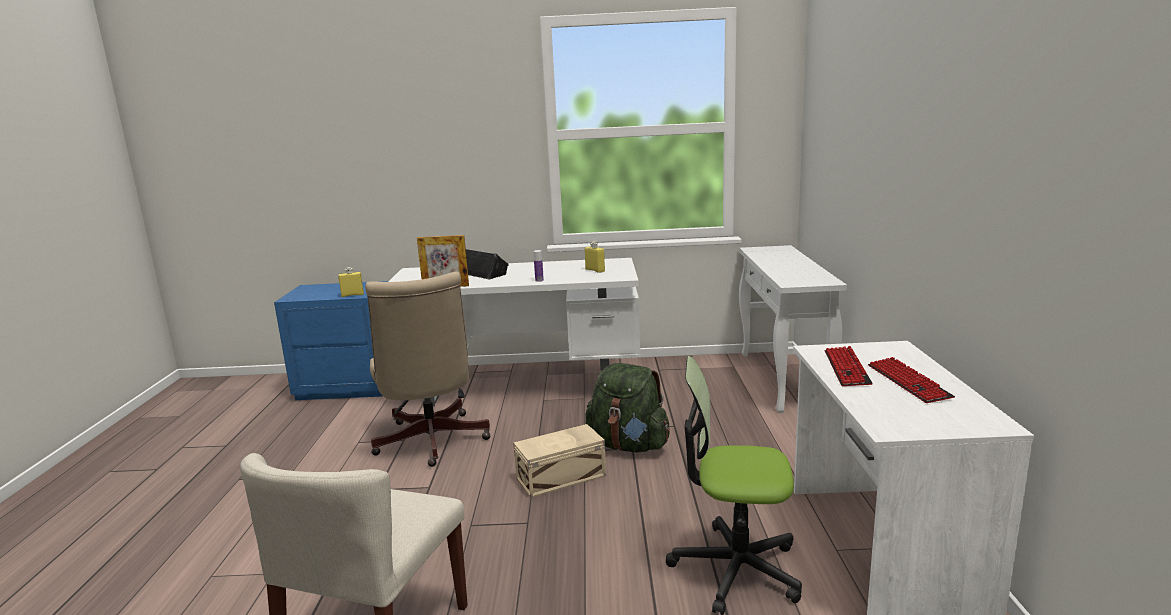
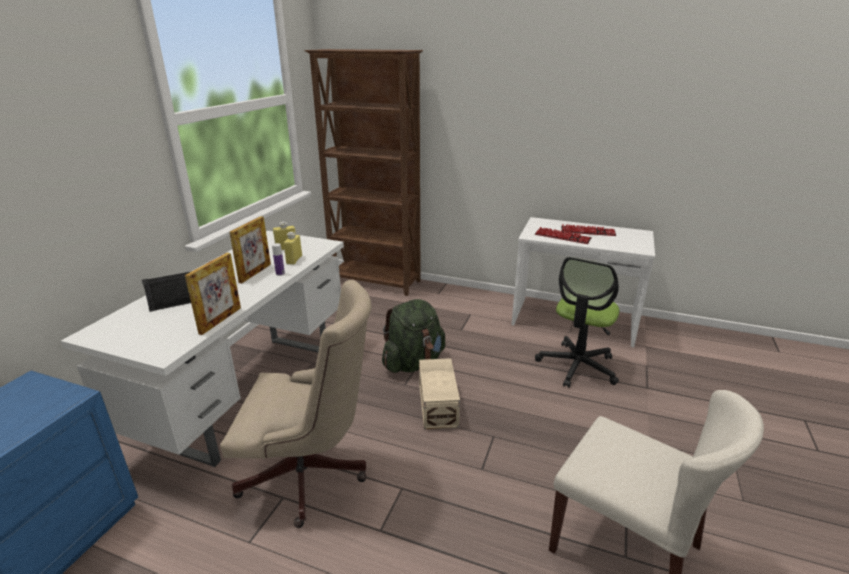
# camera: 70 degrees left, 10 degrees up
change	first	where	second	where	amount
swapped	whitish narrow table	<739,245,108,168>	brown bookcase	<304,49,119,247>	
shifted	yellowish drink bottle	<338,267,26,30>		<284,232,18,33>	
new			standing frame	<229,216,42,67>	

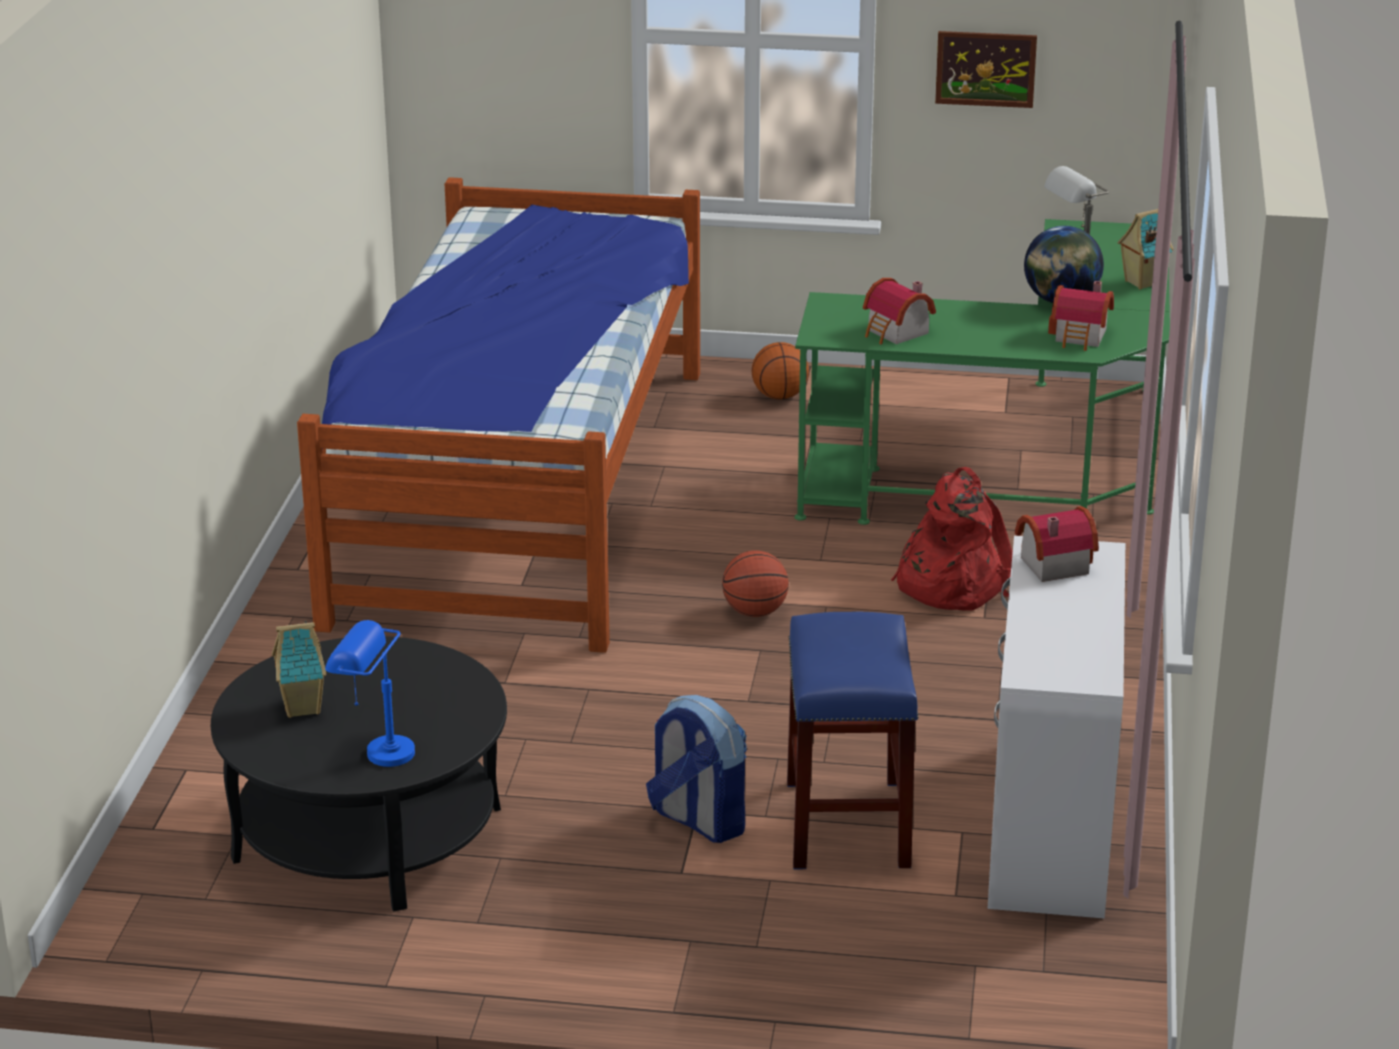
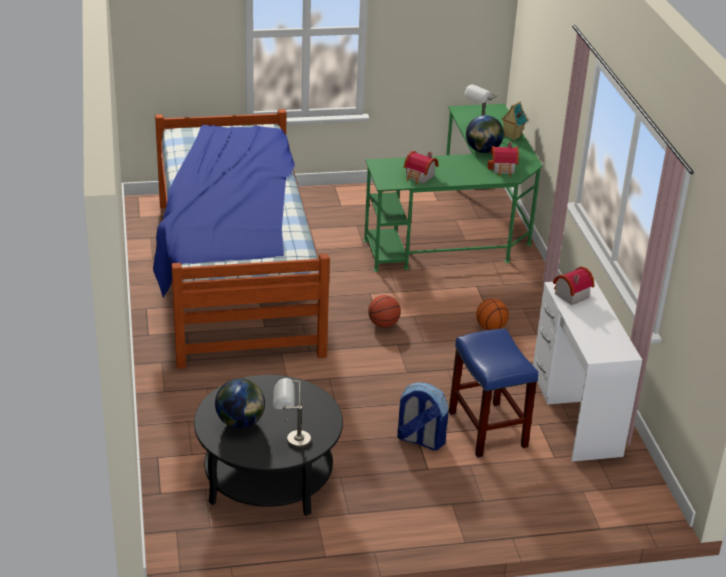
# camera: 20 degrees left, 5 degrees up
change	first	where	second	where	amount
gone	wall picture	<935,31,102,77>			
shifted	ball for basketball	<751,342,58,57>		<476,299,33,31>	
gone	red-coloured knapsack	<891,467,122,144>			
swapped	toy house	<272,620,54,98>	globe	<215,378,50,50>	
repainted	blue-coloured lamp for a table	<325,620,90,147>	greyish lamp for a table	<273,378,38,70>	

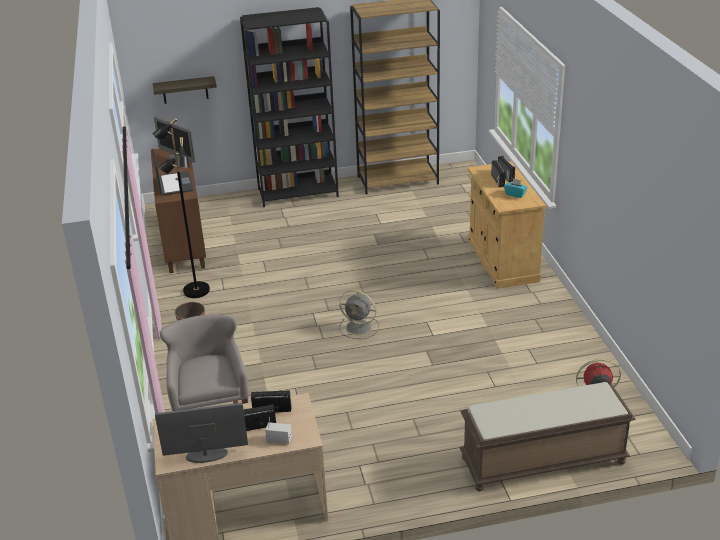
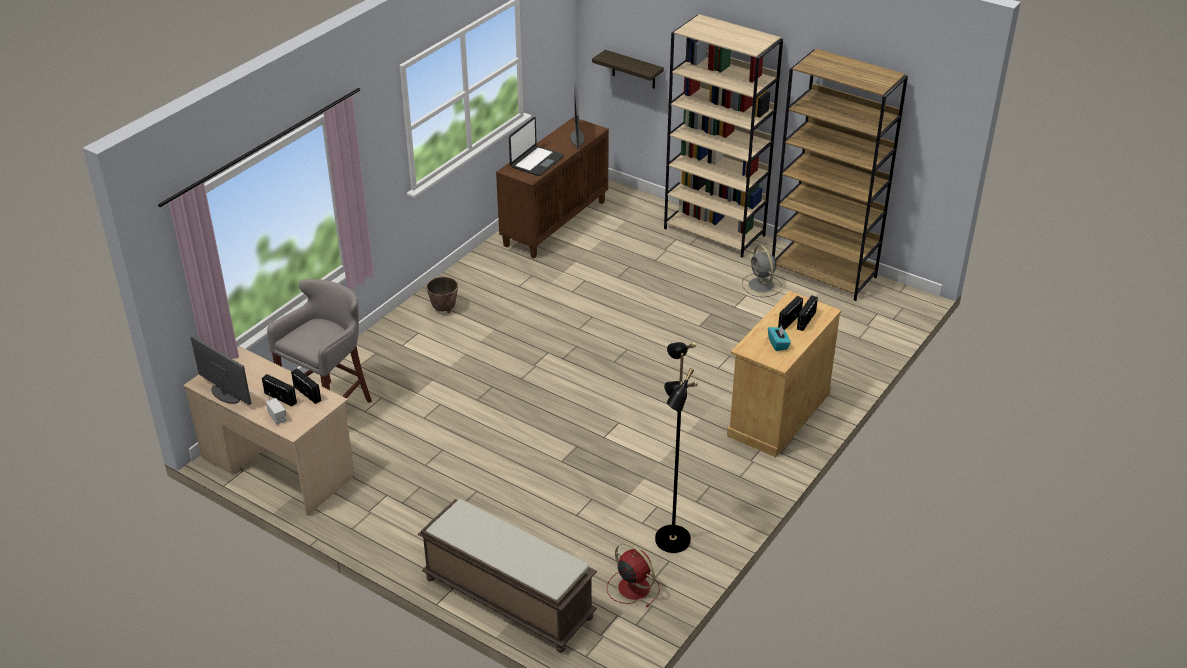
# camera: 45 degrees right, 5 degrees up
change	first	where	second	where	amount
repainted	black-coloured bookcase	<240,7,99,200>	beige-coloured bookcase	<664,14,119,244>	
shifted	black-coloured standing lamp	<153,117,57,181>		<655,342,43,211>	
shifted	greyish cooling fan	<339,290,40,49>		<742,245,41,52>	

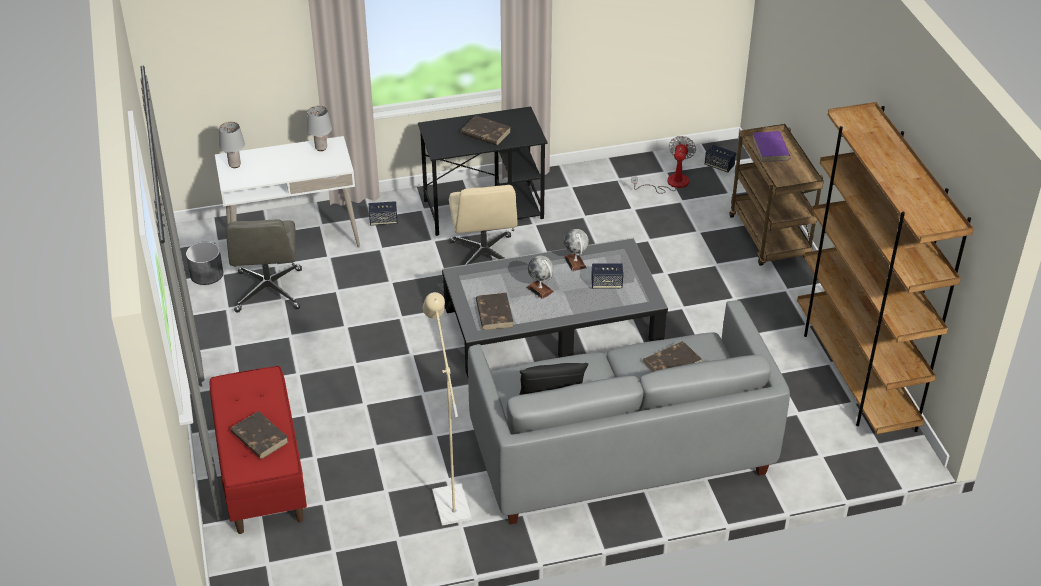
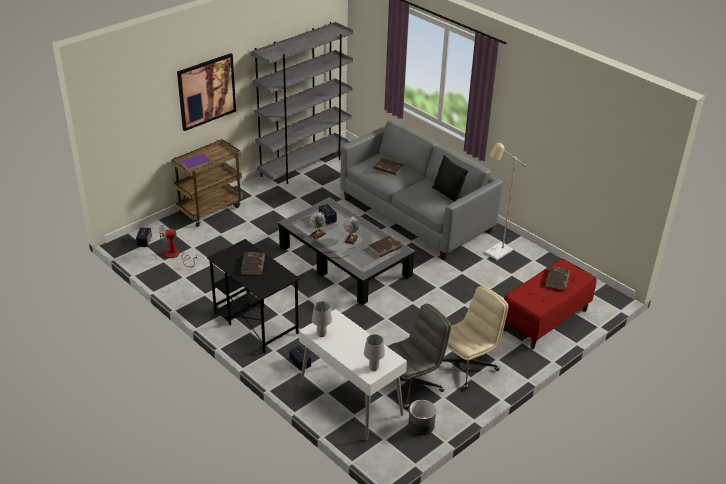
# camera: 120 degrees left, 5 degrees down
change	first	where	second	where	amount
repainted	brown bookcase	<797,102,177,332>	greyish bookcase	<251,22,103,162>	
shifted	beige-coloured desk chair	<449,185,68,80>		<443,286,65,103>	
new			wall picture	<177,53,59,78>	

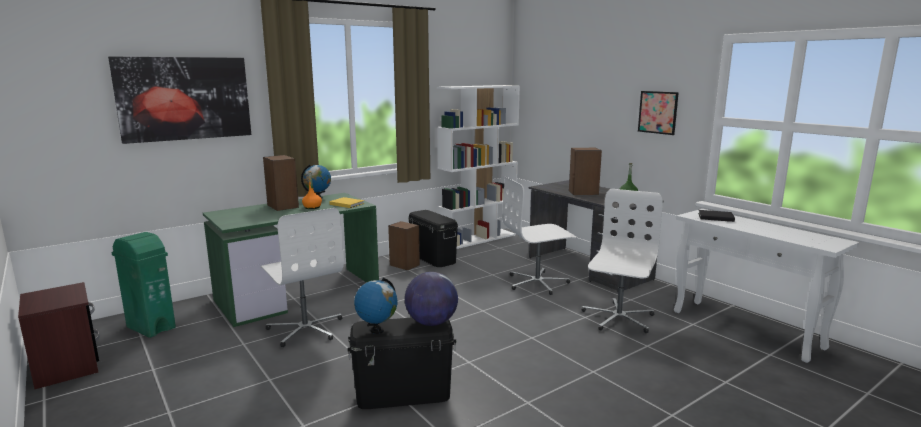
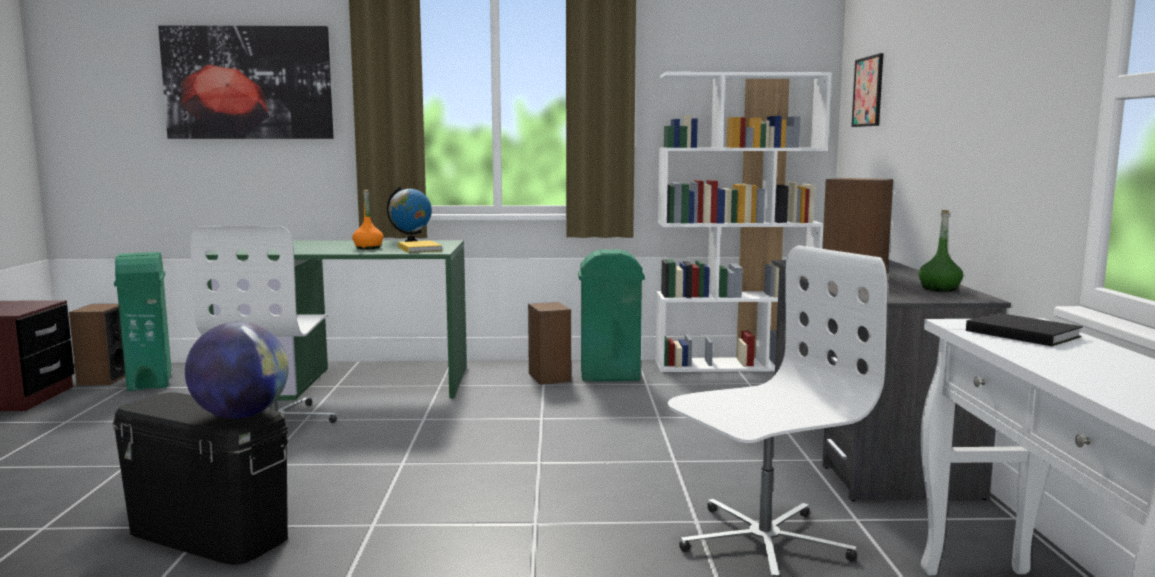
# camera: 35 degrees right, 5 degrees down
change	first	where	second	where	amount
shifted	wall picture	<638,91,41,44>		<851,53,32,74>	
shifted	loudspeaker	<263,155,36,56>		<69,304,56,81>	
gone	whitish desk chair	<502,176,75,119>			
swapped	black-coloured storage bin	<408,210,50,57>	green-coloured waste bin	<578,249,67,132>	
gone	globe	<354,277,43,57>			

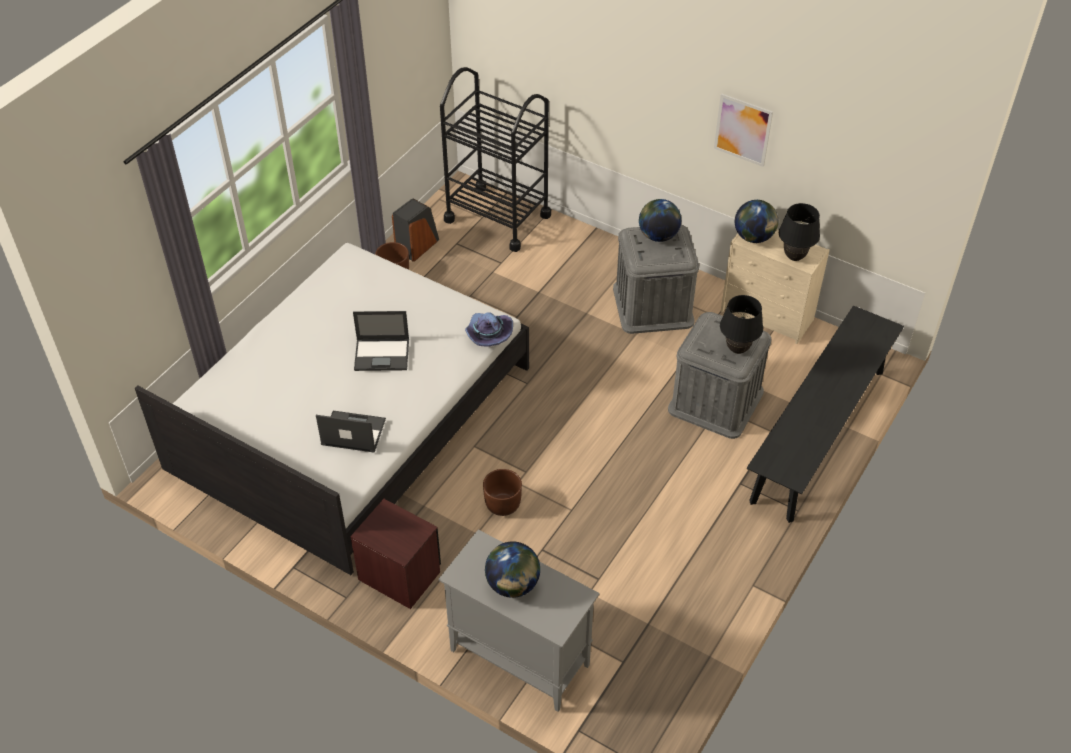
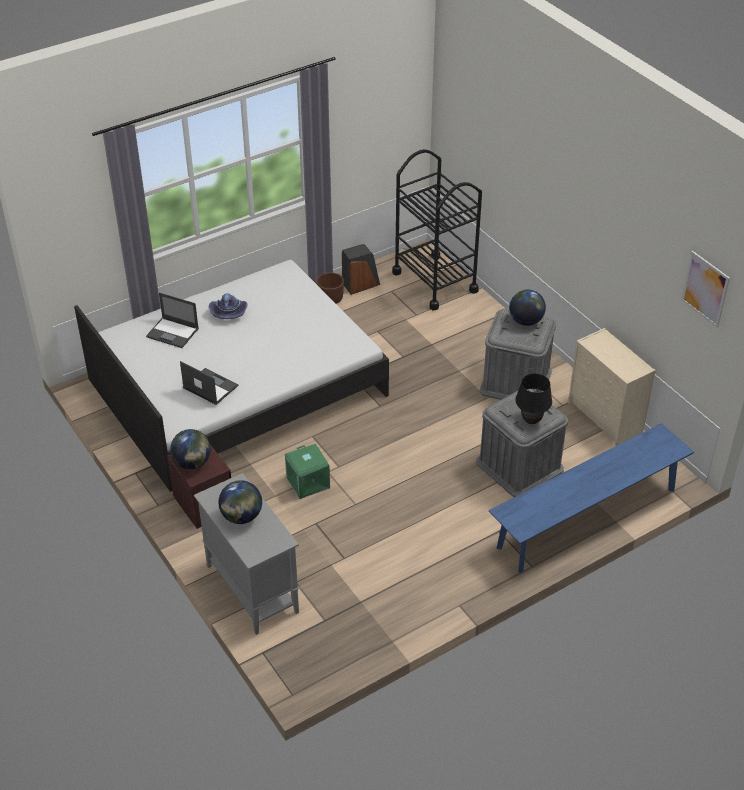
# camera: 25 degrees right, 5 degrees down
change	first	where	second	where	amount
shifted	wall picture	<714,93,59,74>		<681,251,49,77>	
shifted	globe	<735,200,43,43>		<170,429,41,40>	
gone	black-coloured lamp for a table	<779,203,41,58>			
repainted	black-coloured long seat	<747,306,157,217>	blue-coloured long seat	<489,423,205,150>	
shifted	portable computer	<353,311,56,60>		<146,293,53,55>	
shifted	purple hat	<465,312,48,35>		<209,293,38,26>	
swapped	brown flower pot	<483,469,39,47>	green-coloured storage bin	<285,444,45,55>	

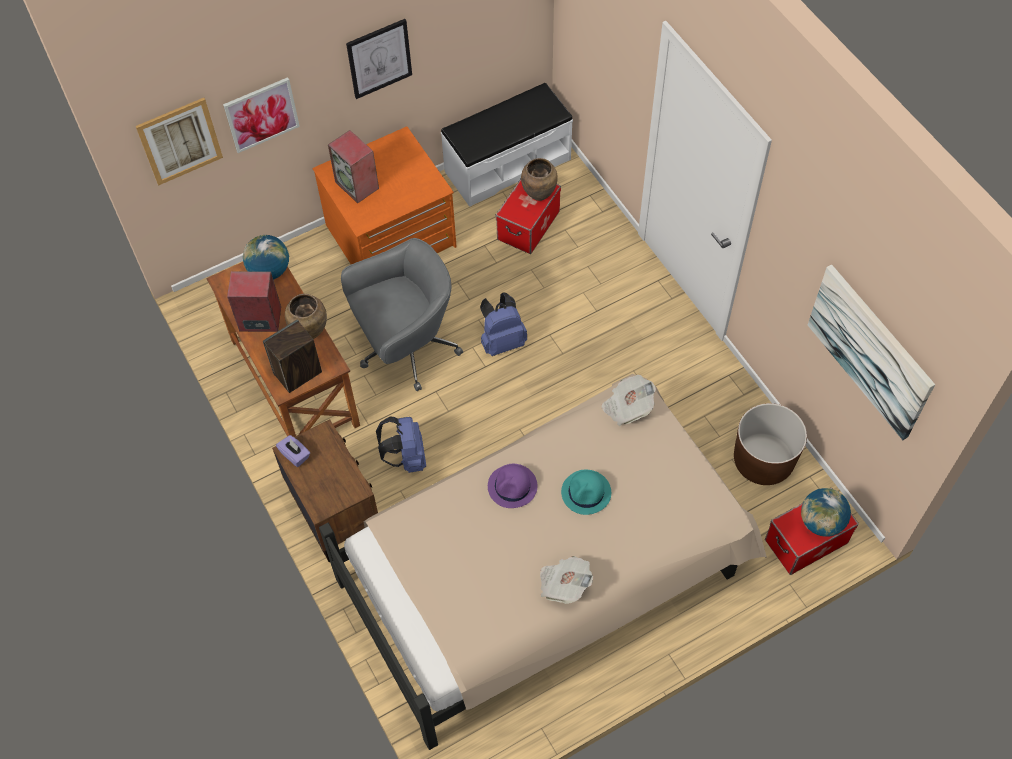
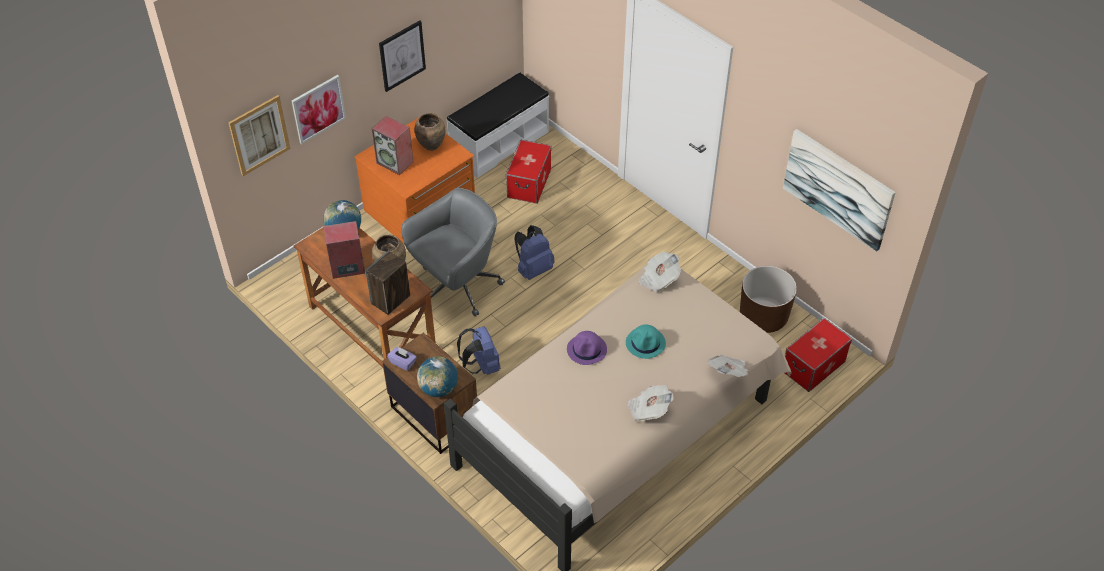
# camera: 15 degrees left, 10 degrees down
change	first	where	second	where	amount
shifted	brown vase	<521,158,37,43>		<415,113,30,38>	
shifted	globe	<801,488,50,49>		<417,356,41,41>	
new			daily paper	<708,355,40,22>	

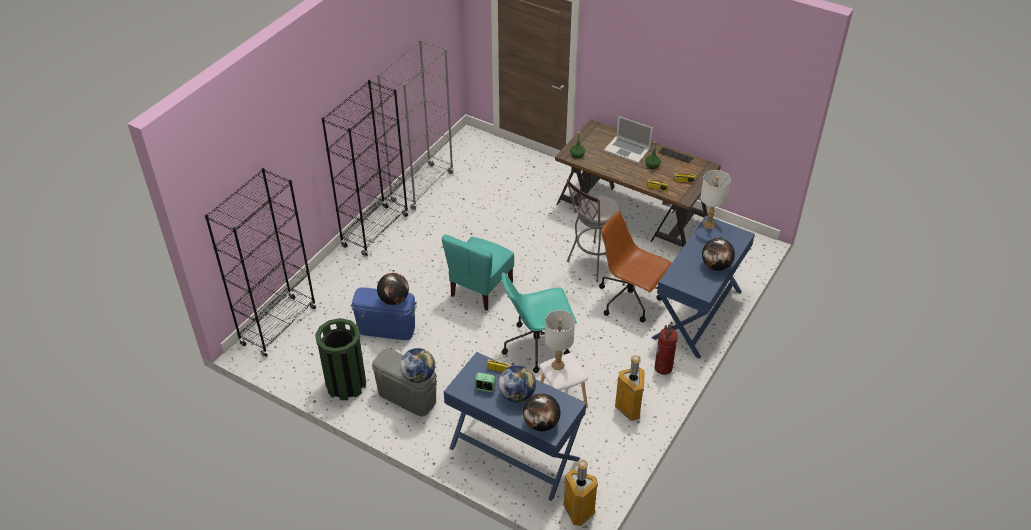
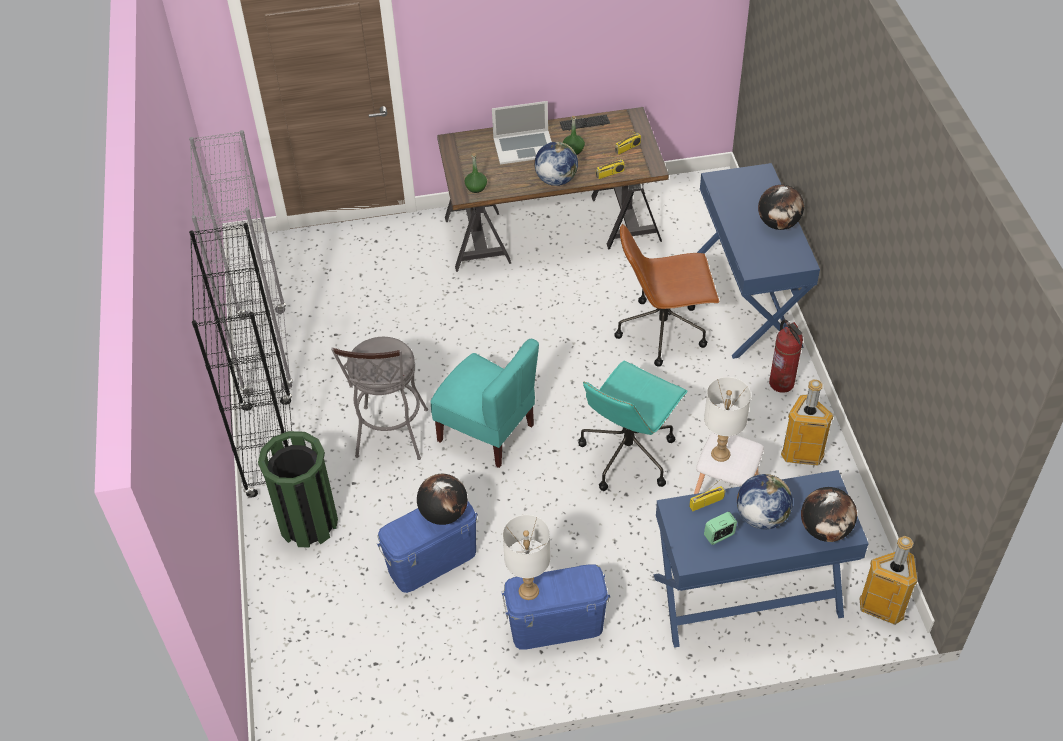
# camera: 40 degrees left, 5 degrees up
change	first	where	second	where	amount
gone	black-coloured bookcase	<205,168,111,189>			
shifted	whitish lamp for a table	<700,170,31,59>		<503,515,47,85>	
shifted	greyish stool seat	<567,179,54,103>		<331,337,97,123>	
rotated	blue-green chair	<442,234,72,77>		<431,339,108,129>	45 degrees counterclockwise
shifted	green-coloured waste bin	<315,318,51,82>		<258,431,80,117>	
shifted	globe	<400,348,35,35>		<534,142,44,44>	
repainted	greyish storage bin	<372,349,65,68>	blue-coloured storage bin	<502,564,108,85>	

